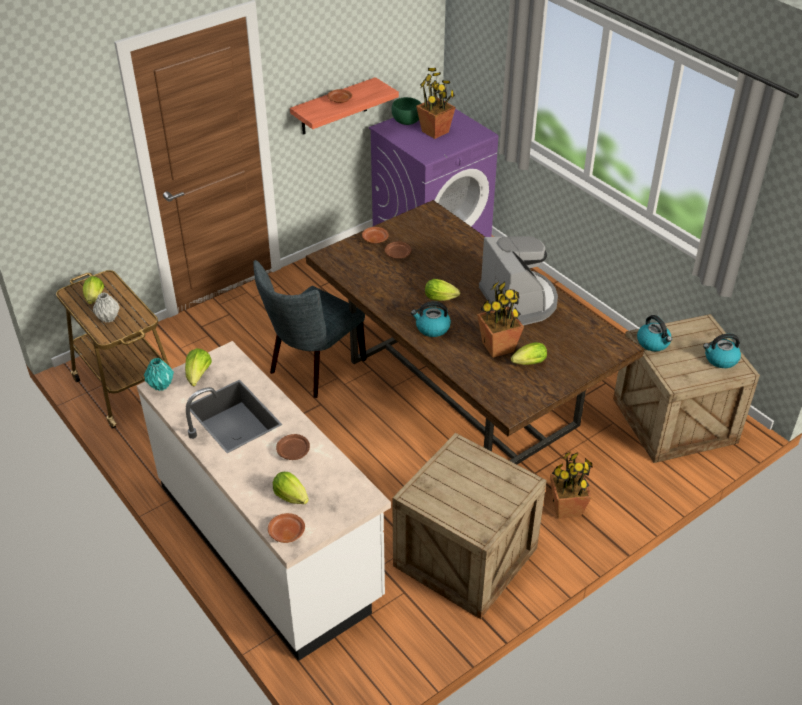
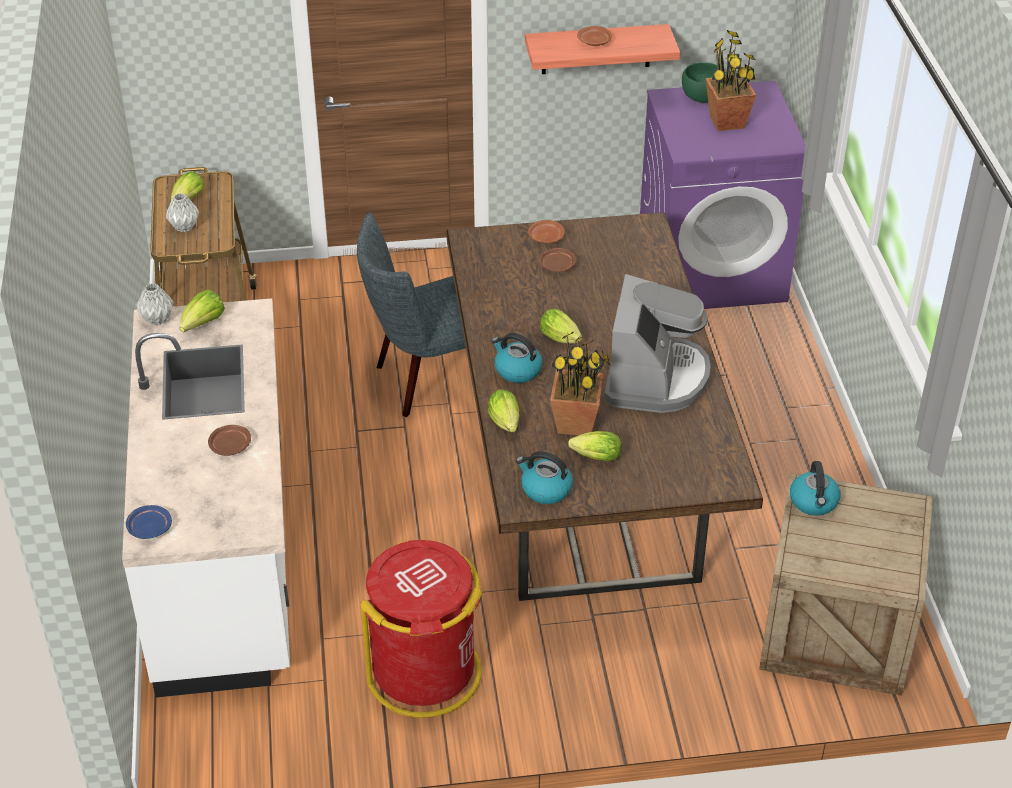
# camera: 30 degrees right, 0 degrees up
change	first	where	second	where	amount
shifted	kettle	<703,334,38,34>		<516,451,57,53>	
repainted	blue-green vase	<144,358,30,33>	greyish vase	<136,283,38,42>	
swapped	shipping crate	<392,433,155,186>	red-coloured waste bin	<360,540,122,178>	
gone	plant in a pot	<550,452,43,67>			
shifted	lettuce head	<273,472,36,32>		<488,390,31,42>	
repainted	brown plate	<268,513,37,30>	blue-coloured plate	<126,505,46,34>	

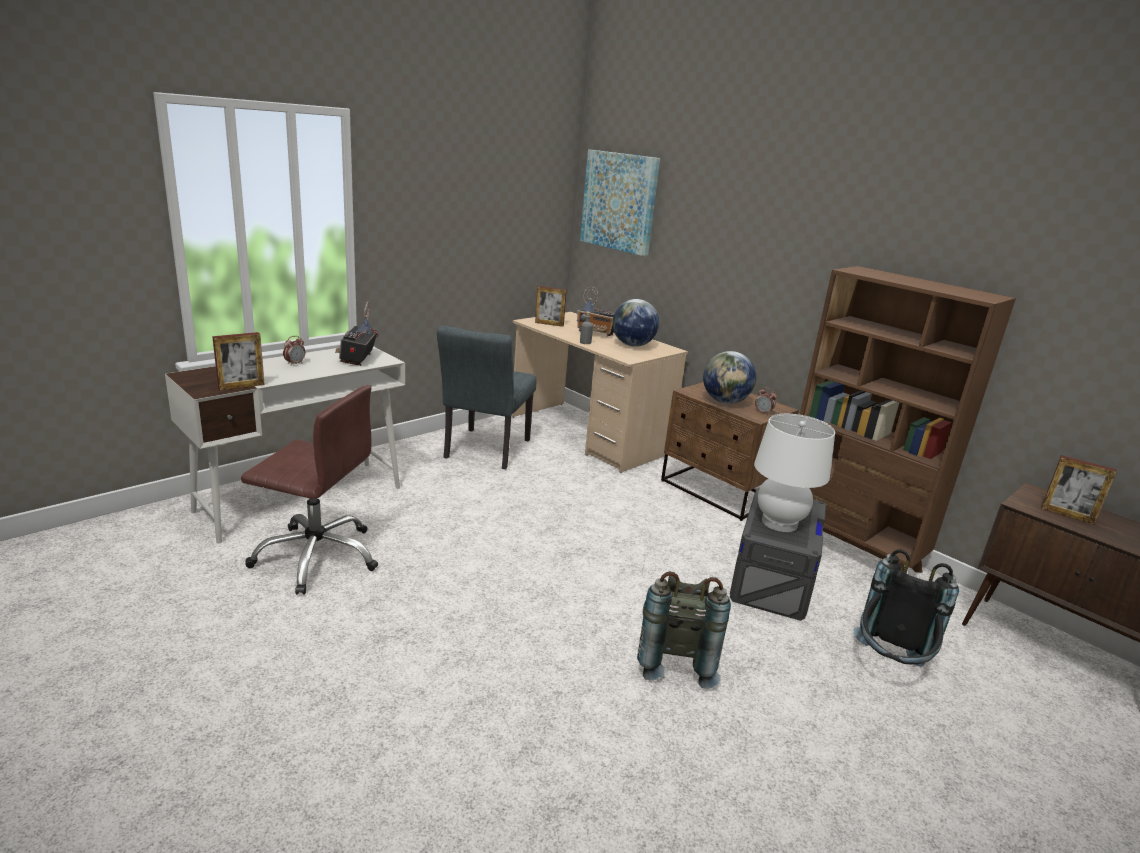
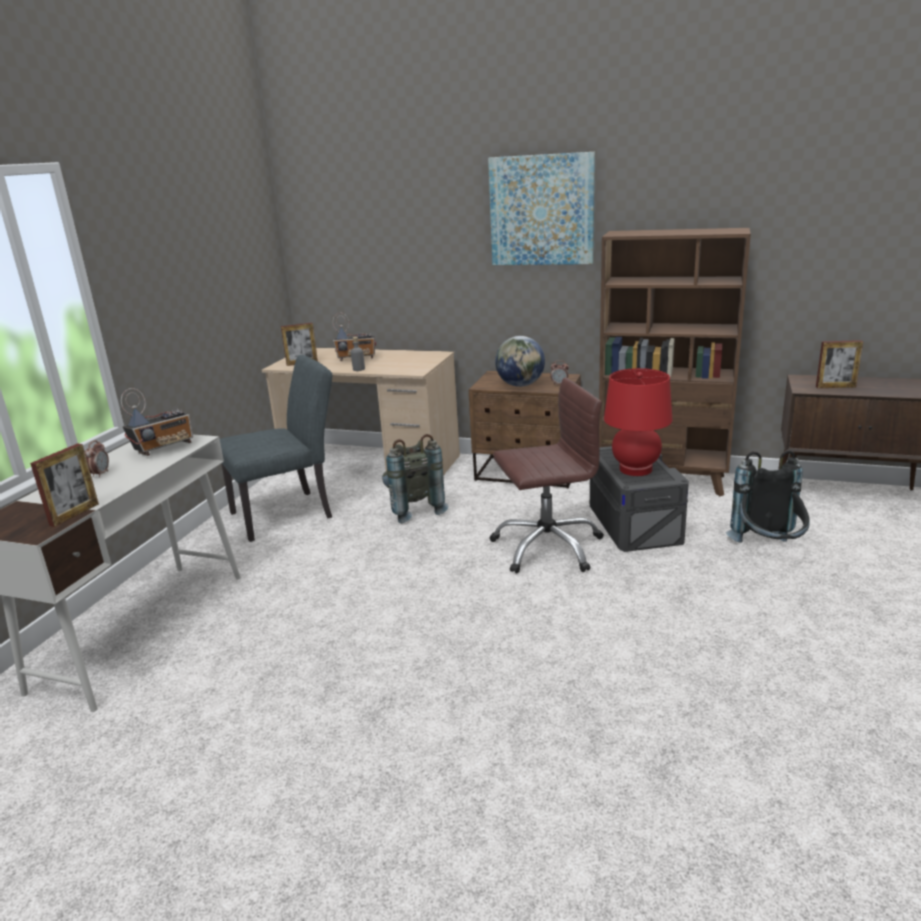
# camera: 25 degrees left, 0 degrees up
change	first	where	second	where	amount
shifted	wall picture	<580,149,80,107>		<488,152,107,113>	
gone	globe	<613,299,46,48>			
rotated	radio	<335,301,43,65>		<121,388,72,68>	105 degrees counterclockwise
rotated	greyish chair	<437,326,99,143>		<220,355,112,187>	105 degrees counterclockwise
shifted	brown desk chair	<241,385,137,210>		<490,377,114,196>	
repainted	whitish lamp for a table	<754,414,81,118>	red-coloured lamp for a table	<604,368,68,108>	
shifted	greyish knapsack	<637,572,94,117>		<382,434,67,89>	

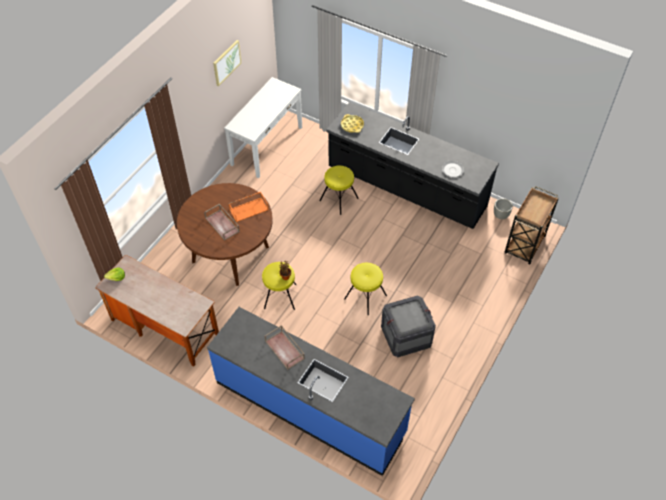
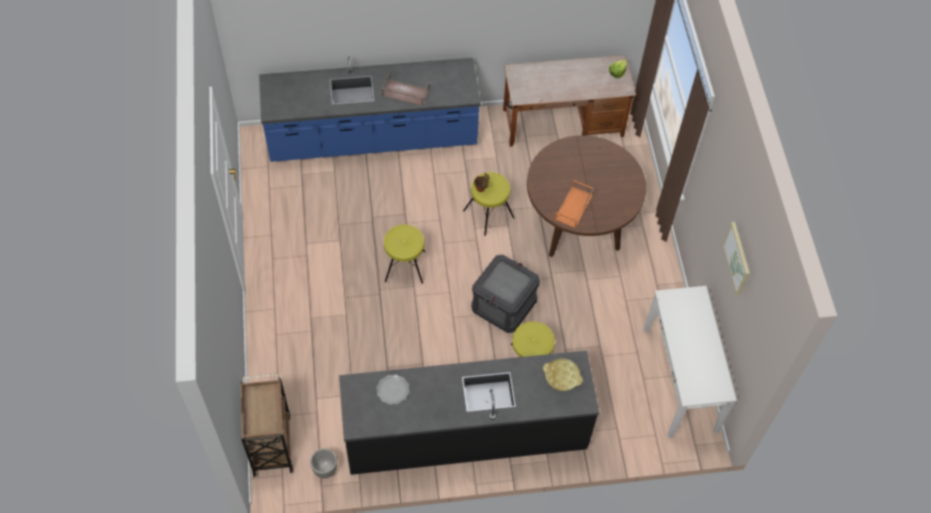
# camera: 140 degrees right, 5 degrees up
change	first	where	second	where	amount
gone	brown carrying tray	<204,204,36,37>			
shifted	shipping crate	<381,295,55,62>		<471,255,69,78>	

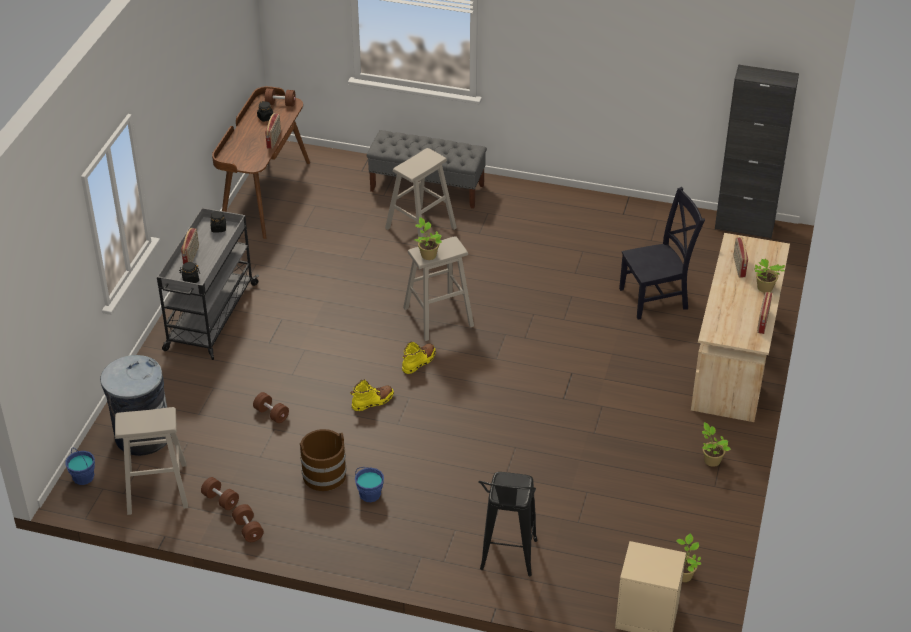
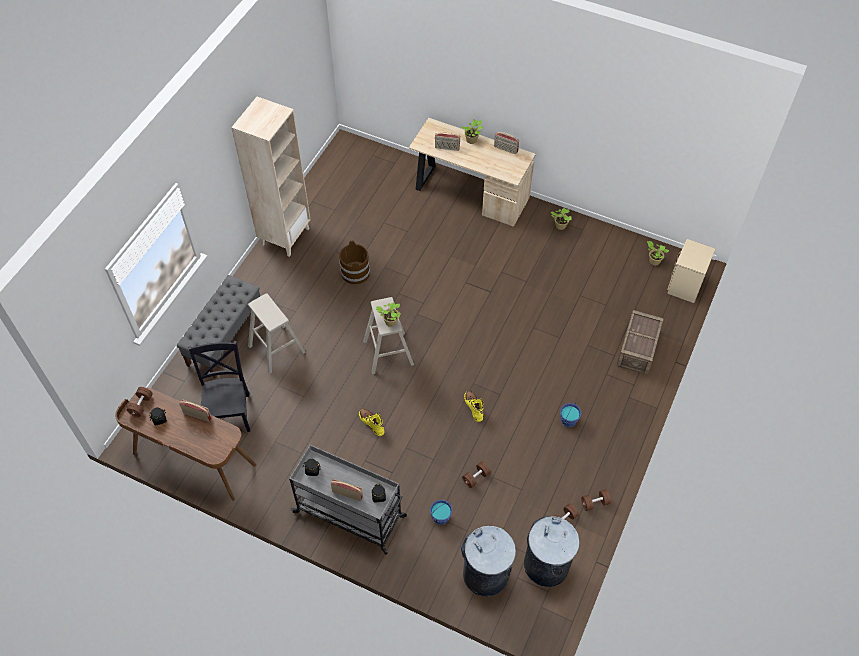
# camera: 80 degrees left, 15 degrees up
change	first	where	second	where	amount
gone	black-coloured cupboard	<715,65,84,174>			
shifted	black-coloured chair	<619,187,86,133>		<188,341,62,91>	
shifted	yellowish tall boot	<402,342,34,32>		<359,409,26,27>	
swapped	beige-coloured stool seat	<115,407,73,108>	greyish waste bin	<524,516,56,71>	
shifted	brown bucket	<300,429,47,62>		<339,241,31,43>	
shifted	blue-coloured bucket	<65,448,30,37>		<430,500,22,25>	
swapped	black-coloured stool seat	<478,472,59,104>	shipping crate	<617,310,47,64>	
new			beige-coloured bookcase	<231,97,80,160>	

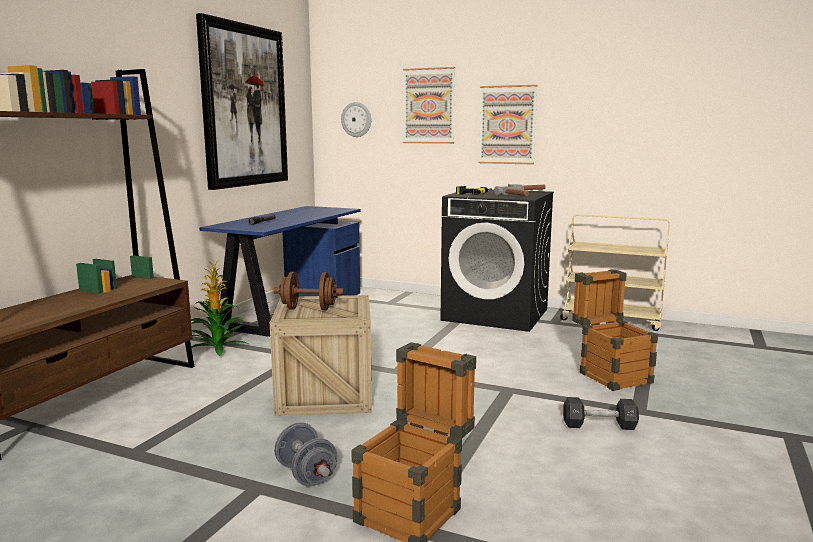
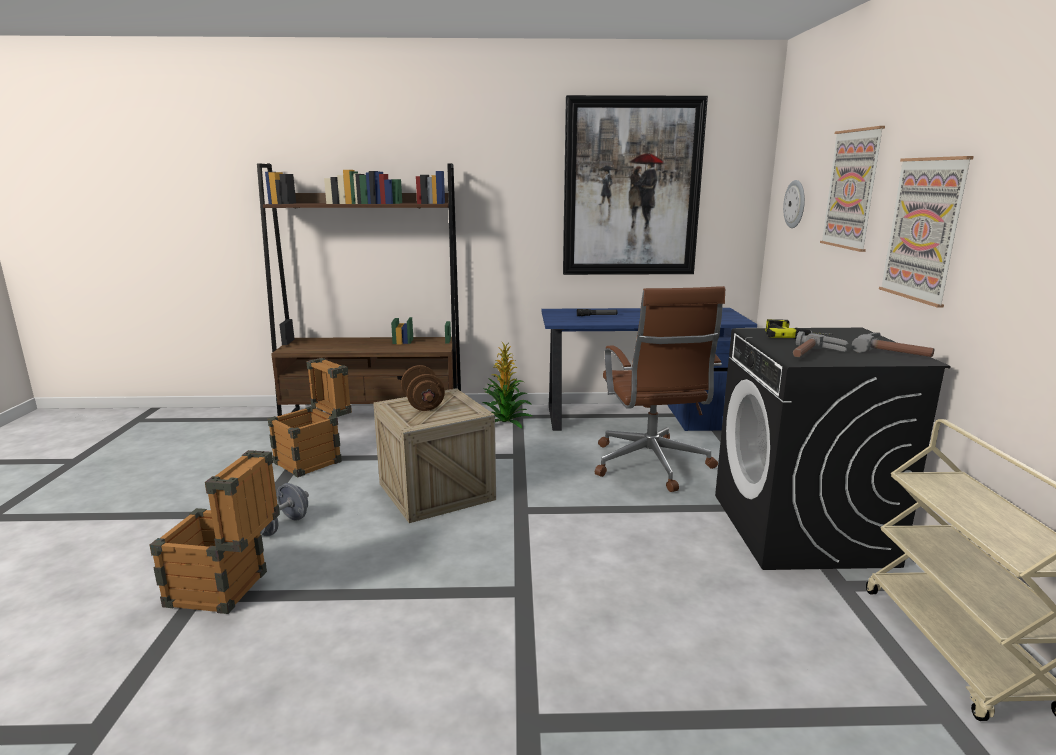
# camera: 65 degrees right, 5 degrees up
change	first	where	second	where	amount
shifted	shipping crate	<572,269,86,122>		<268,358,84,119>	
gone	black-coloured free weight	<563,397,76,33>			
new			brown desk chair	<595,286,130,206>	

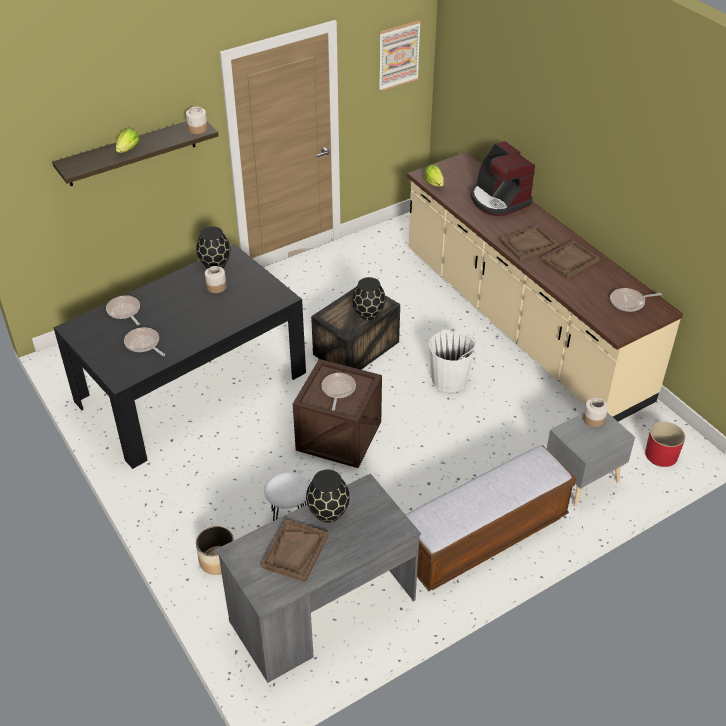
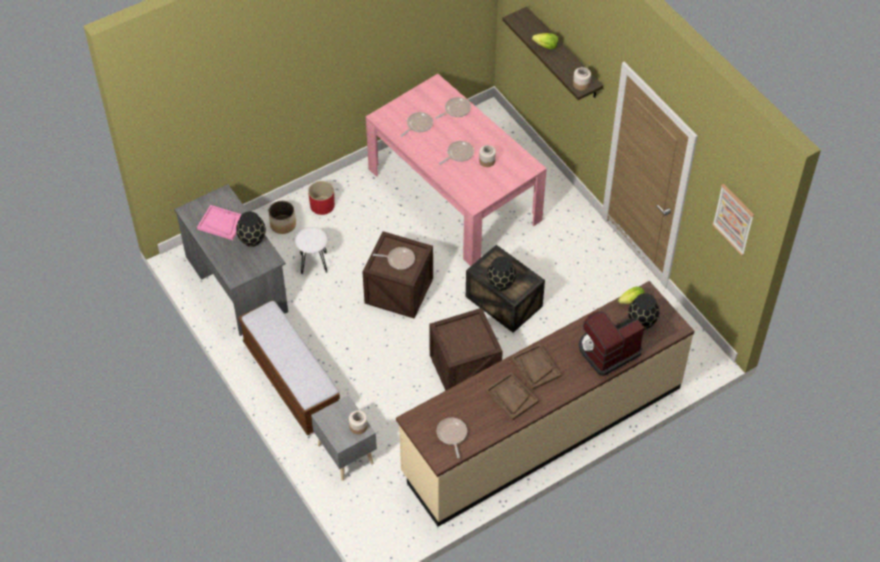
# camera: 90 degrees right, 10 degrees up
change	first	where	second	where	amount
shifted	black-coloured vase	<196,227,35,42>		<628,293,31,37>	
repainted	black-coloured kitchen table	<53,244,253,225>	pink kitchen table	<366,74,181,192>	
swapped	whitish bucket	<429,329,48,63>	shipping crate	<429,308,74,83>	
shifted	red-coloured flower pot	<645,422,40,45>		<308,181,27,34>	
repainted	brown carrying tray	<261,519,68,63>	pink carrying tray	<197,205,45,35>	
new			pan	<439,141,35,24>	

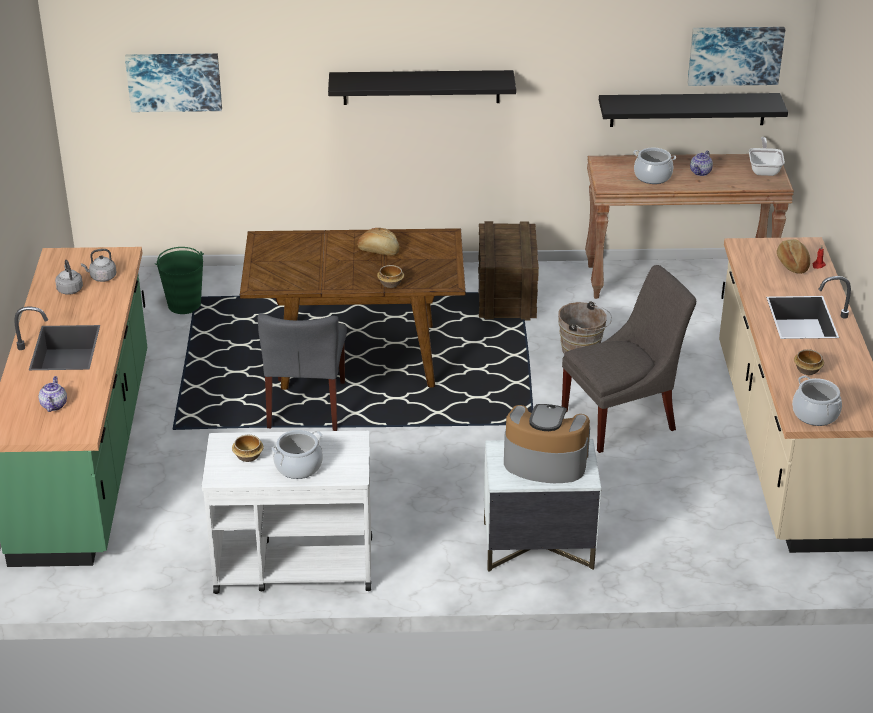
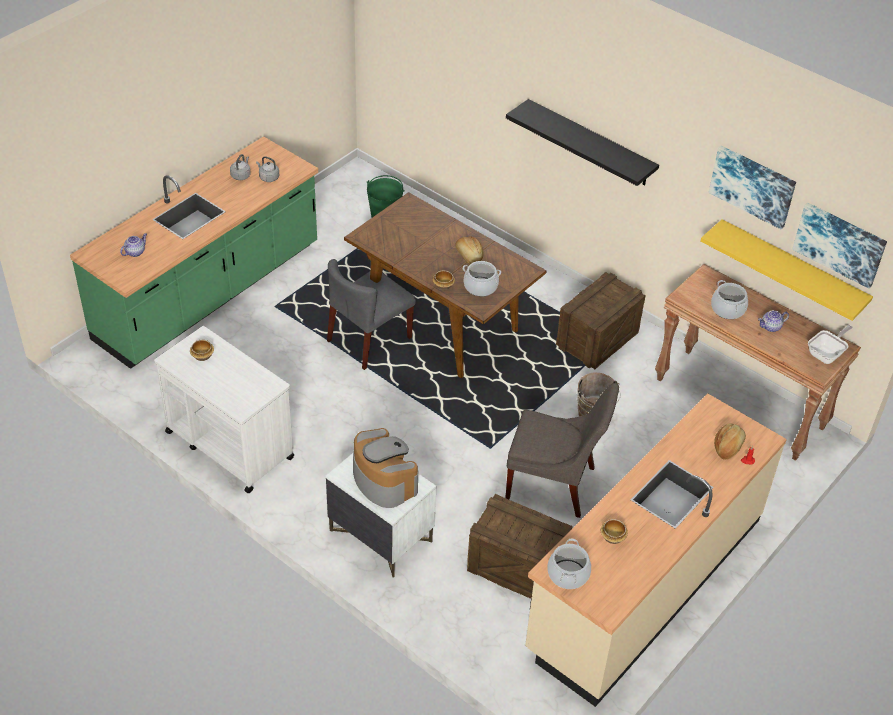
# camera: 40 degrees right, 10 degrees up
change	first	where	second	where	amount
shifted	wall picture	<125,54,97,58>		<709,146,87,84>	
repainted	black-coloured shelf	<599,93,189,34>	yellowish shelf	<701,219,172,102>	
shifted	saucepot	<272,430,51,49>		<463,261,38,36>	
new			shipping crate	<467,494,106,105>	

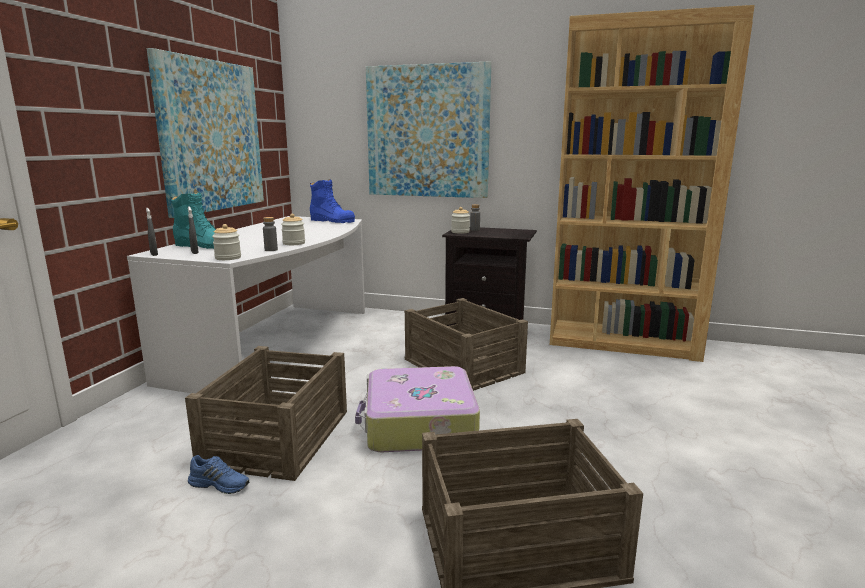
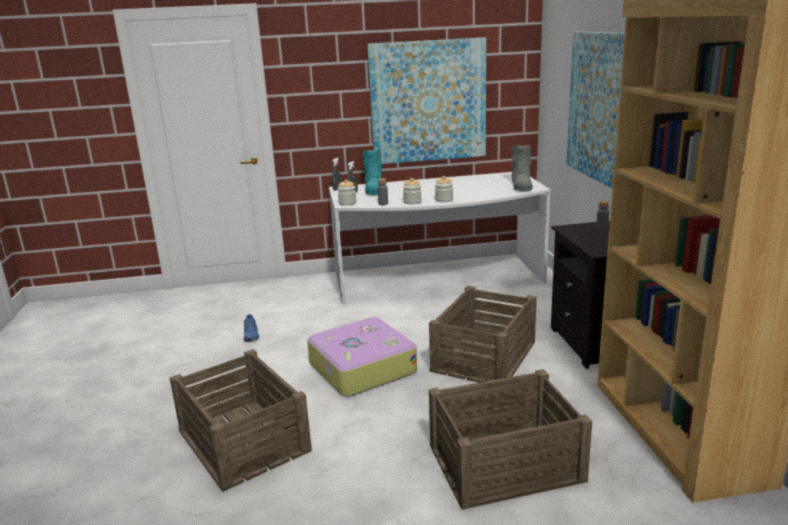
# camera: 65 degrees right, 5 degrees up
change	first	where	second	where	amount
repainted	blue-coloured tall boot	<310,179,45,44>	greyish tall boot	<511,145,22,46>	
shifted	preserve jar	<451,207,19,27>		<435,176,18,26>	
shifted	shipping crate	<185,346,162,135>		<429,369,163,141>	

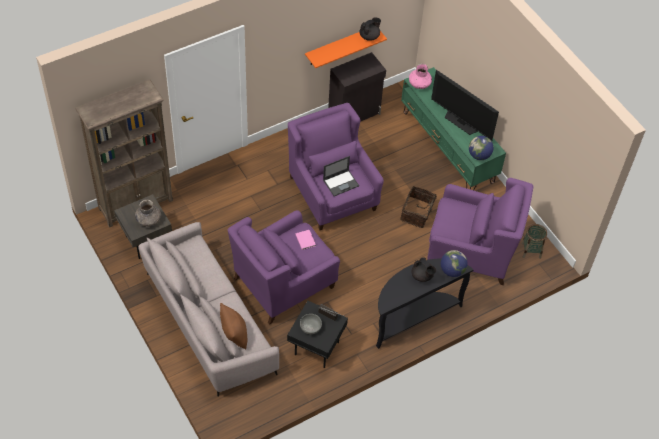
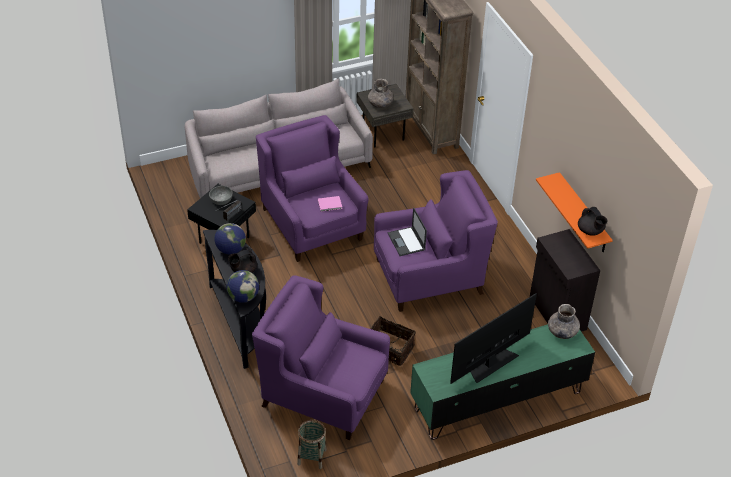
# camera: 100 degrees right, 10 degrees down
change	first	where	second	where	amount
repainted	pink vase	<409,63,23,26>	greyish vase	<548,304,32,35>	
shifted	globe	<469,136,24,24>		<214,223,32,31>	
rotated	purple armchair	<427,178,107,107>		<252,275,138,165>	90 degrees clockwise
gone	brown cushion	<220,303,28,46>			

